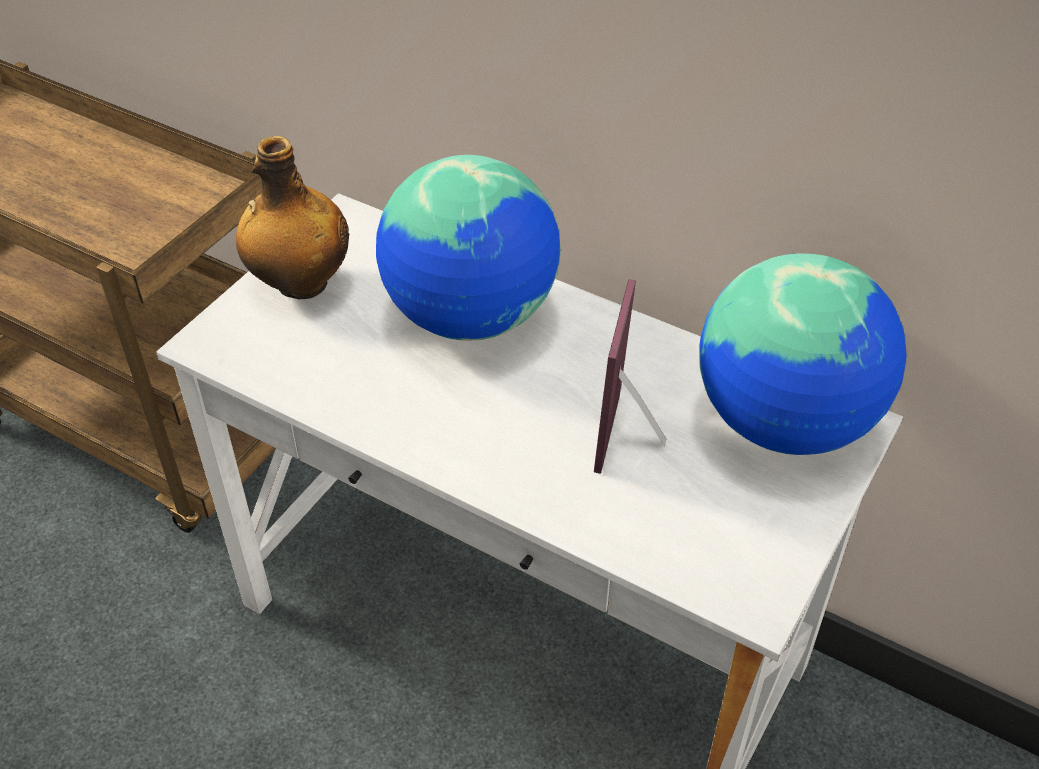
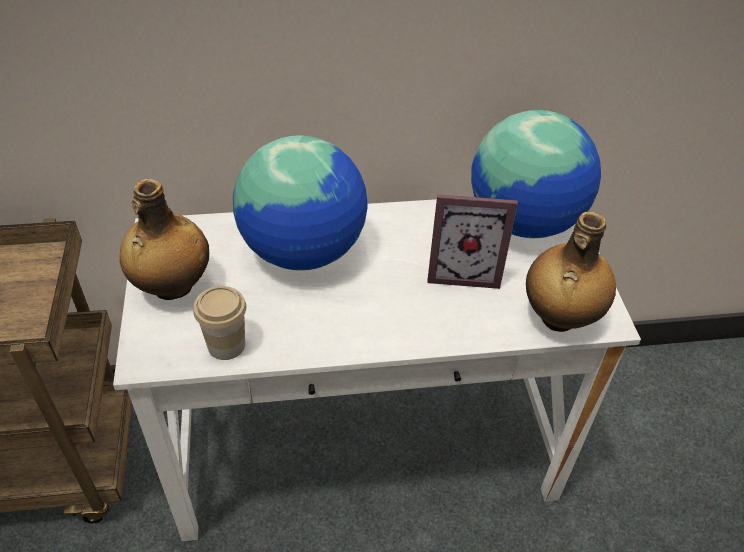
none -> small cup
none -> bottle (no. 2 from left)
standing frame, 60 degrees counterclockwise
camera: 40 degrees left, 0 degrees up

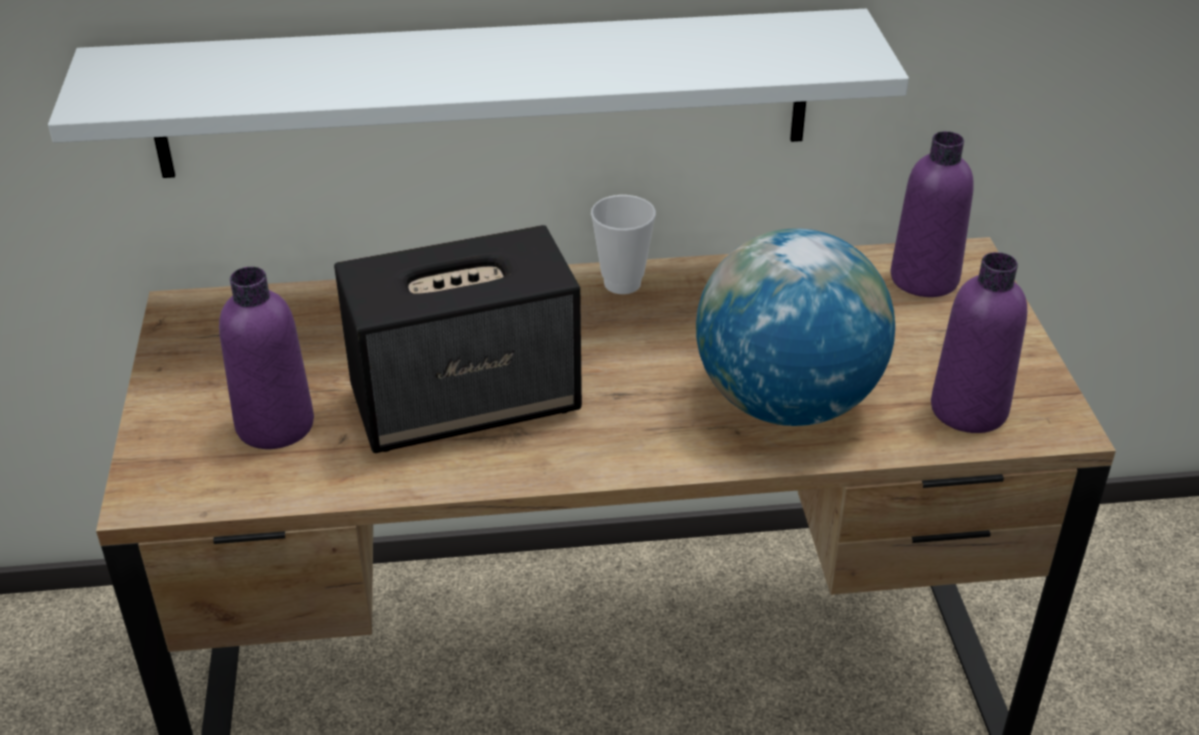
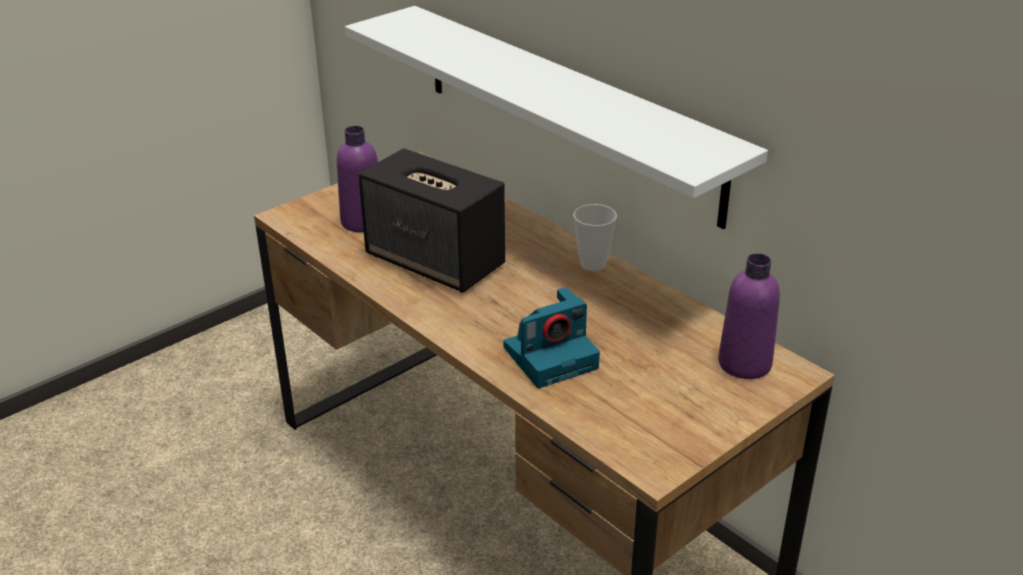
purple bottle (no. 3 from left) -> none
world globe -> photo camera
camera: 55 degrees right, 5 degrees down

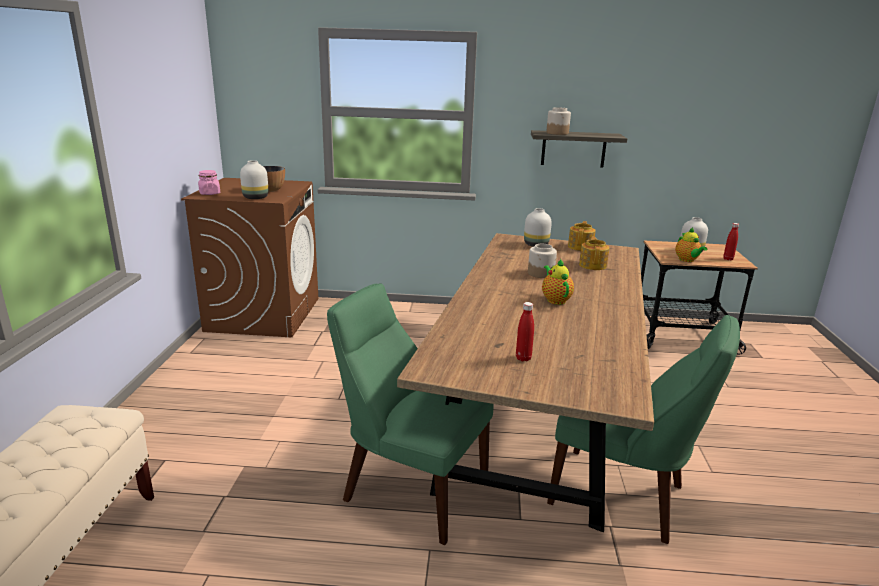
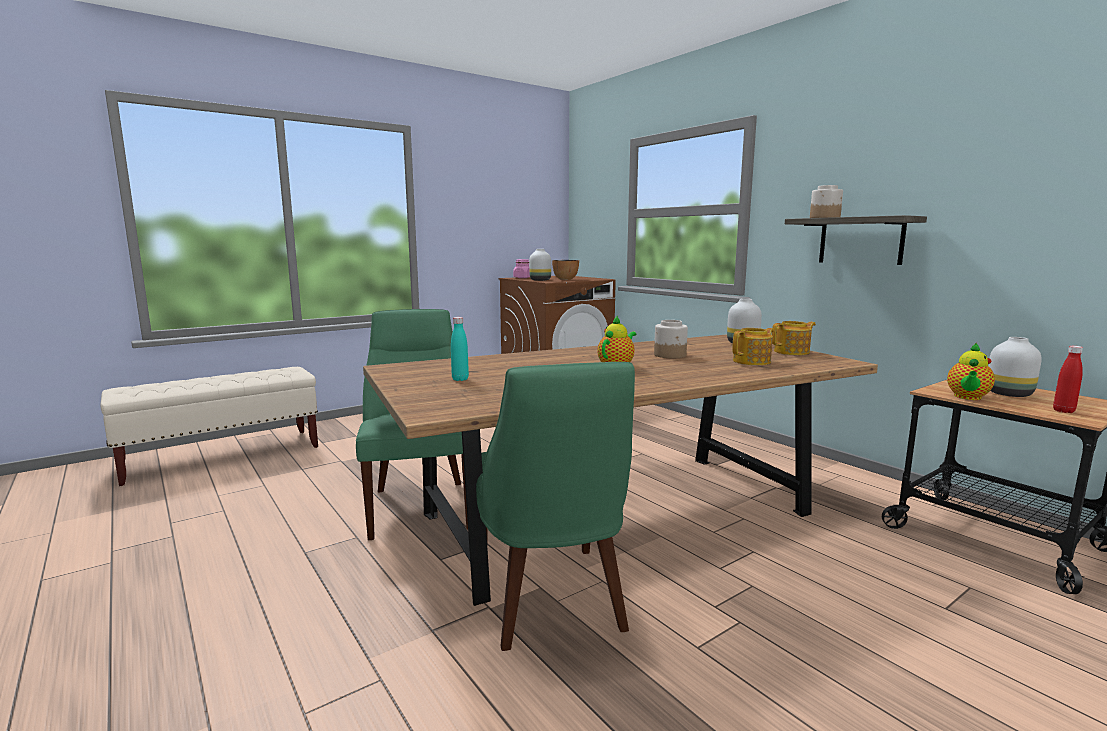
red bottle (no. 1 from left) -> turquoise-coloured bottle
camera: 50 degrees right, 10 degrees down

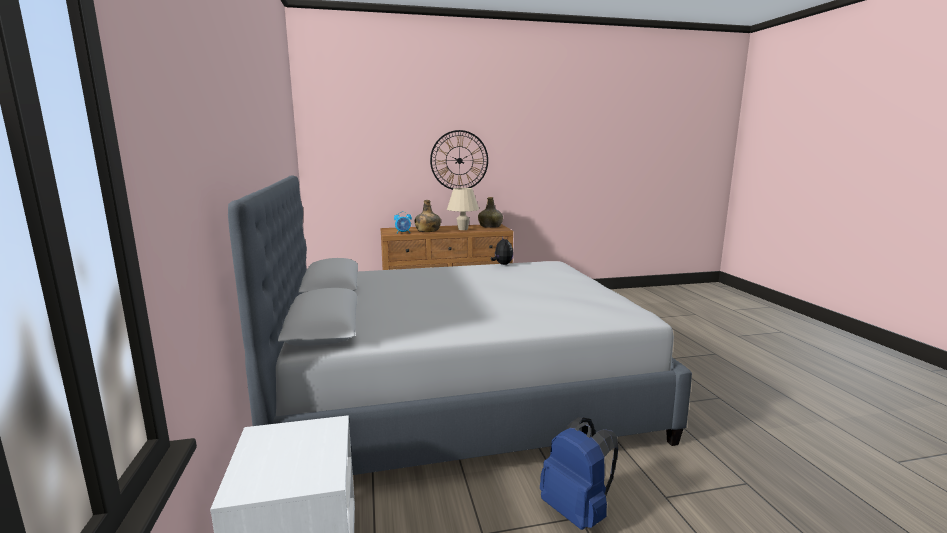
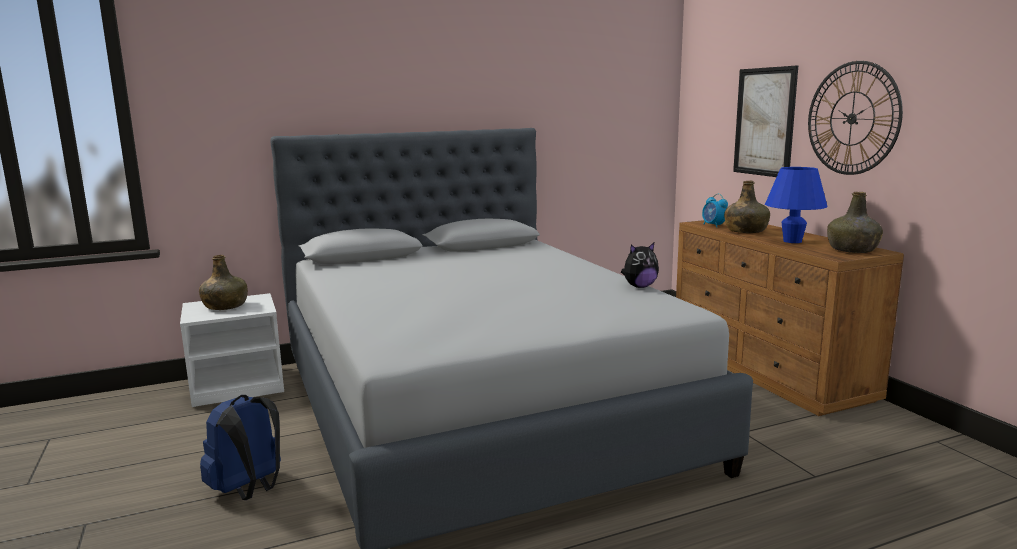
none -> green bottle (no. 1 from left)
none -> wall picture
beige tabletop lamp -> blue tabletop lamp
camera: 80 degrees right, 0 degrees up

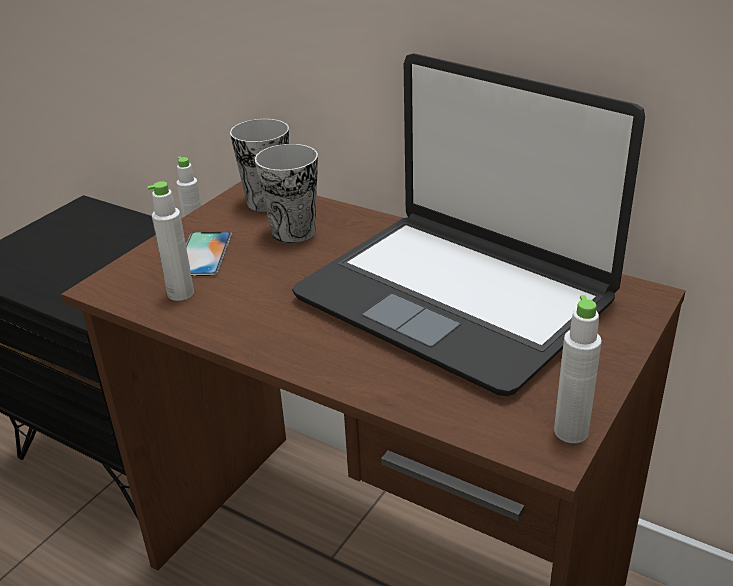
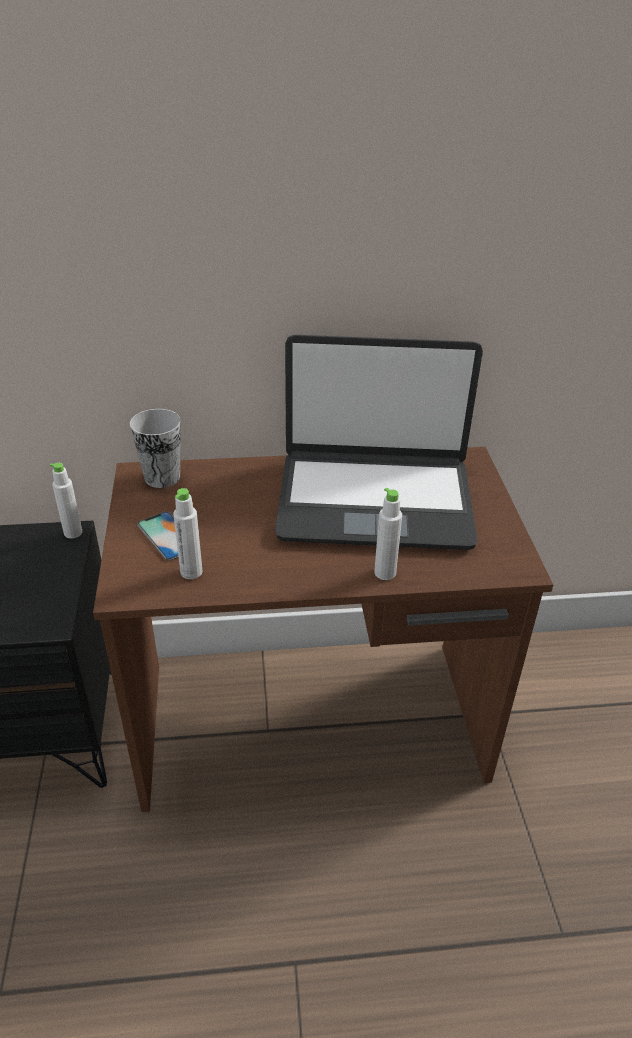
small cup (no. 2 from left) -> none
white bottle (no. 3 from left), relocated
camera: 40 degrees left, 5 degrees up

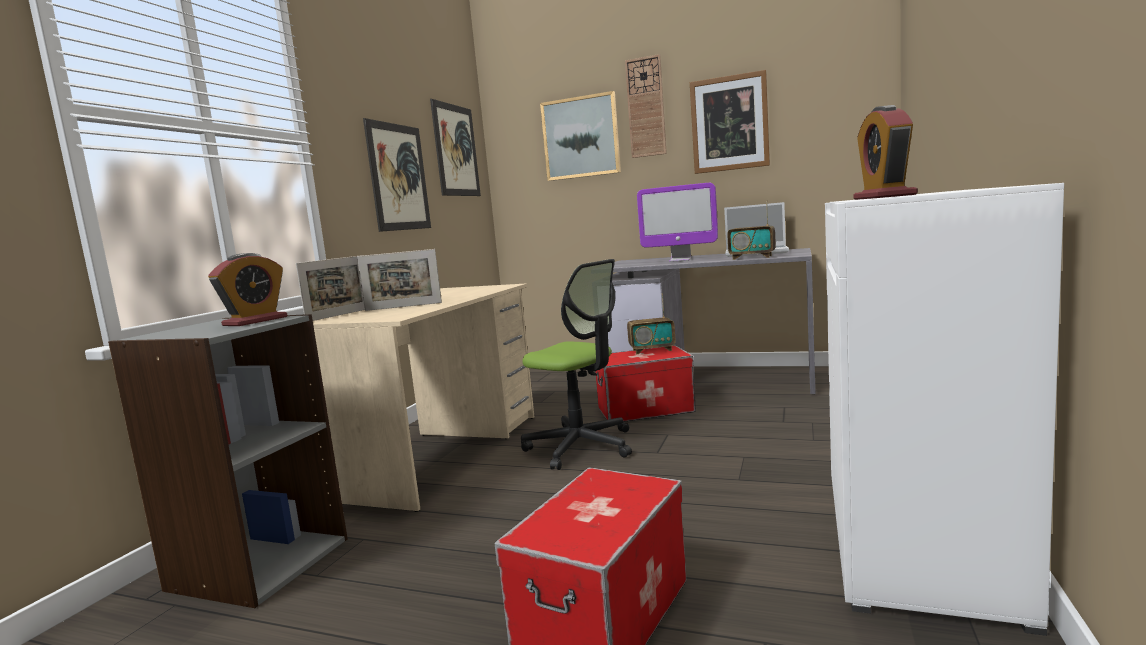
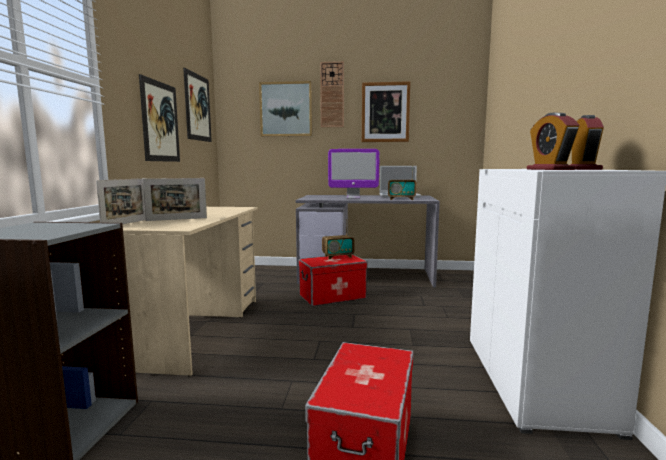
computer chair -> none
table clock (no. 1 from left in the first image) -> table clock (no. 2 from left), relocated
camera: 15 degrees left, 0 degrees up

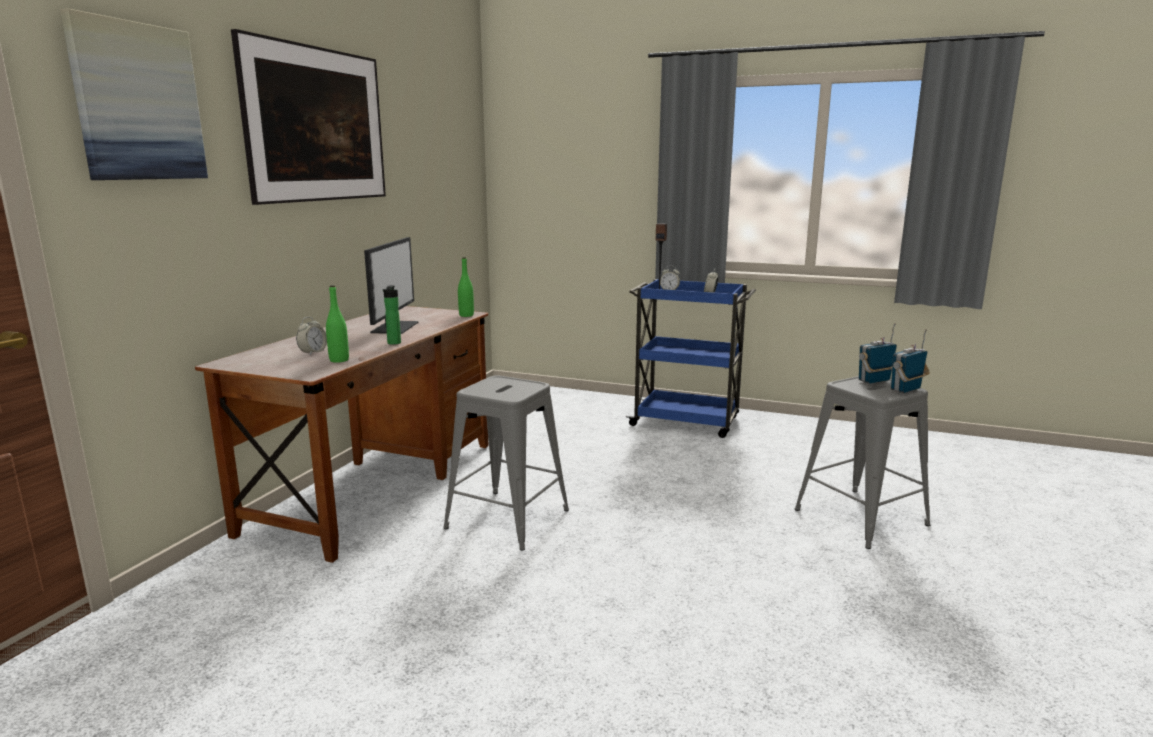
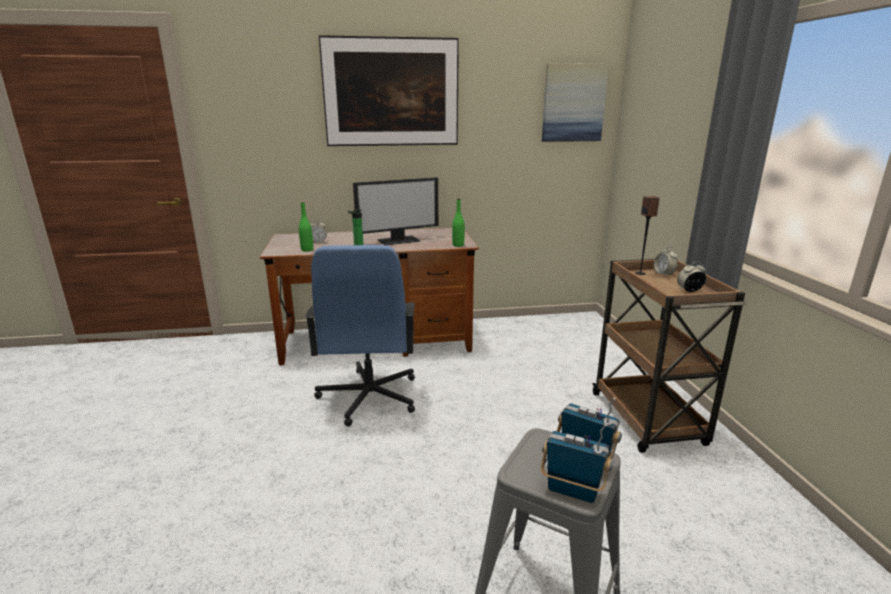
wall picture (no. 1 from left in the first image) -> wall picture (no. 2 from left), relocated
gray stool seat (no. 1 from left) -> blue computer chair
blue trolley -> brownish trolley
camera: 60 degrees right, 5 degrees up

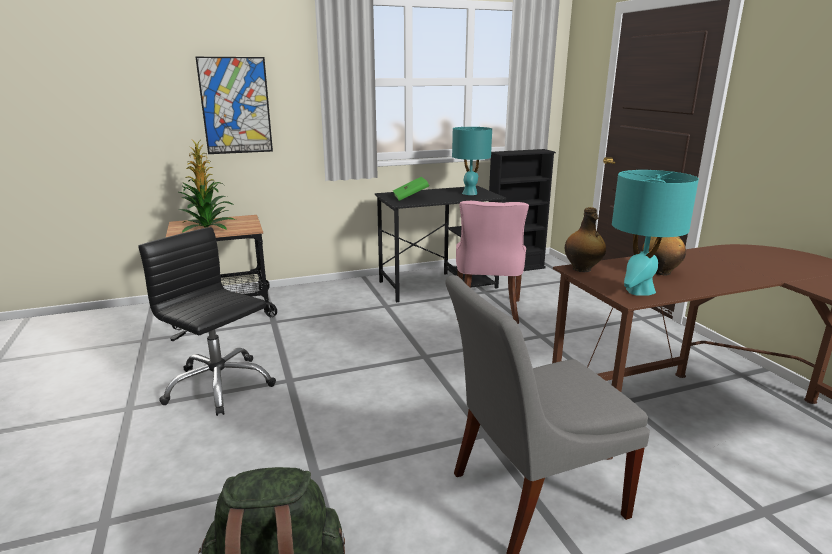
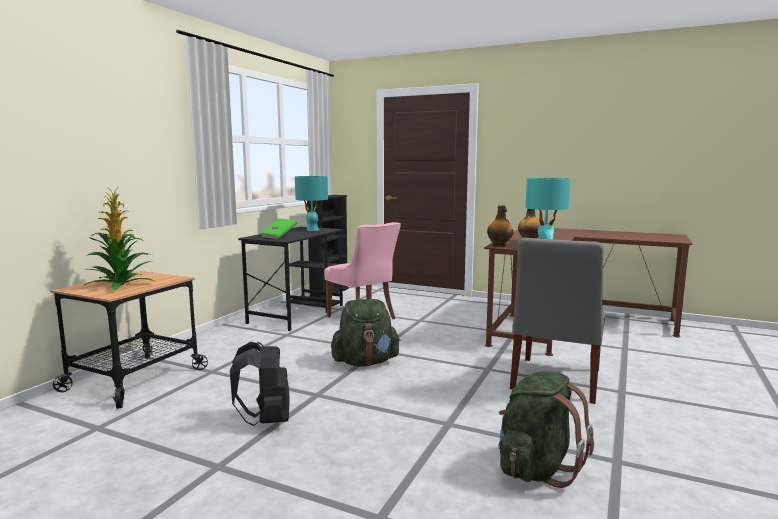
wall picture -> none
none -> green knapsack (no. 1 from left)
black computer chair -> black knapsack
camera: 45 degrees left, 10 degrees down

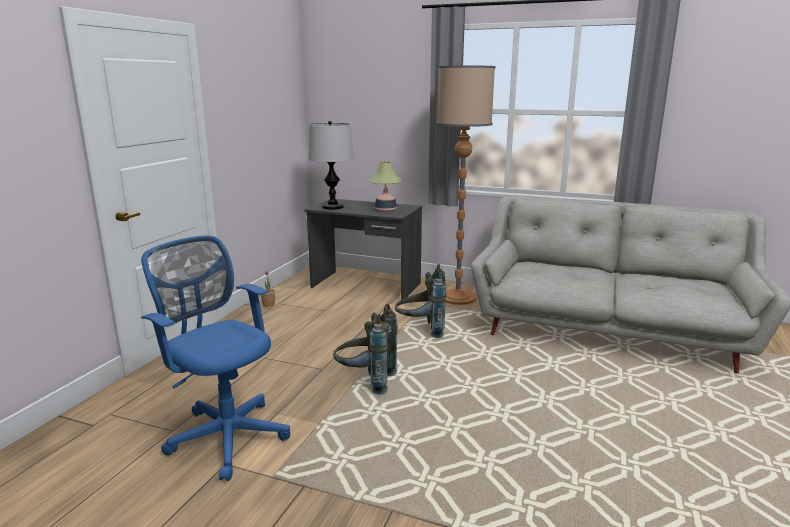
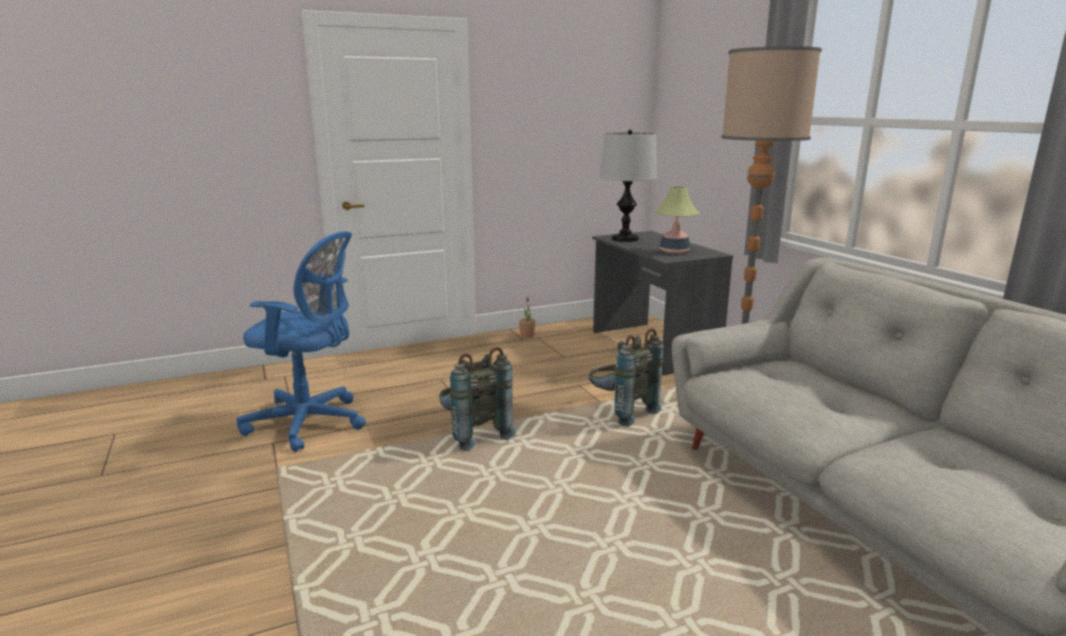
blue computer chair, 105 degrees clockwise
camera: 45 degrees right, 0 degrees up

